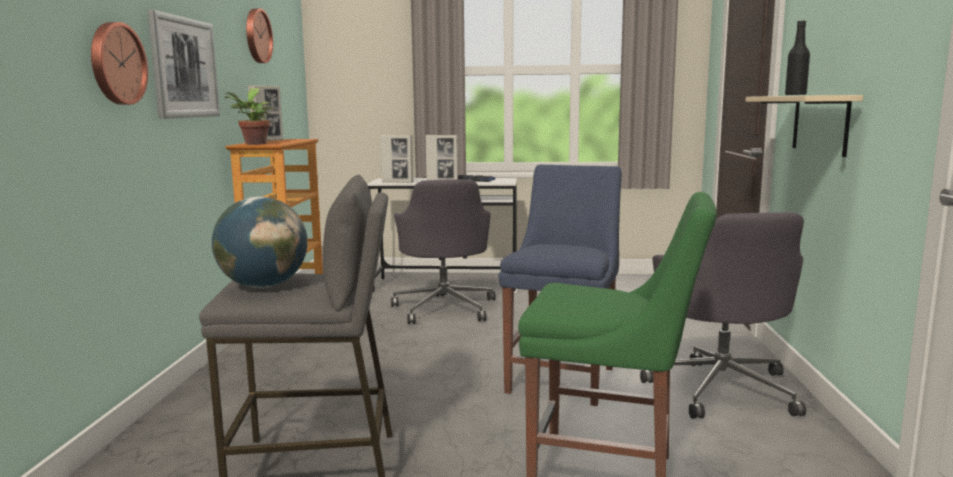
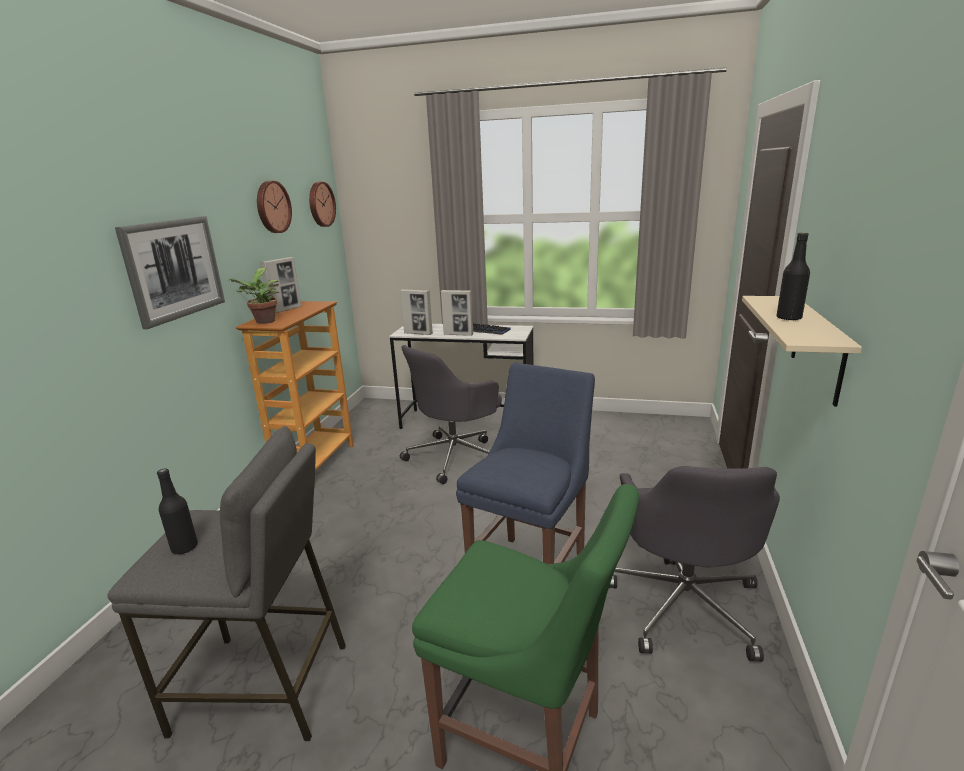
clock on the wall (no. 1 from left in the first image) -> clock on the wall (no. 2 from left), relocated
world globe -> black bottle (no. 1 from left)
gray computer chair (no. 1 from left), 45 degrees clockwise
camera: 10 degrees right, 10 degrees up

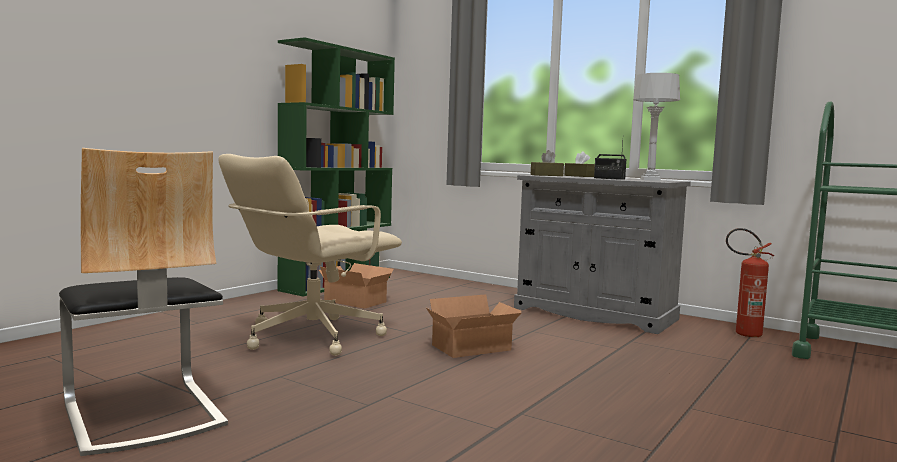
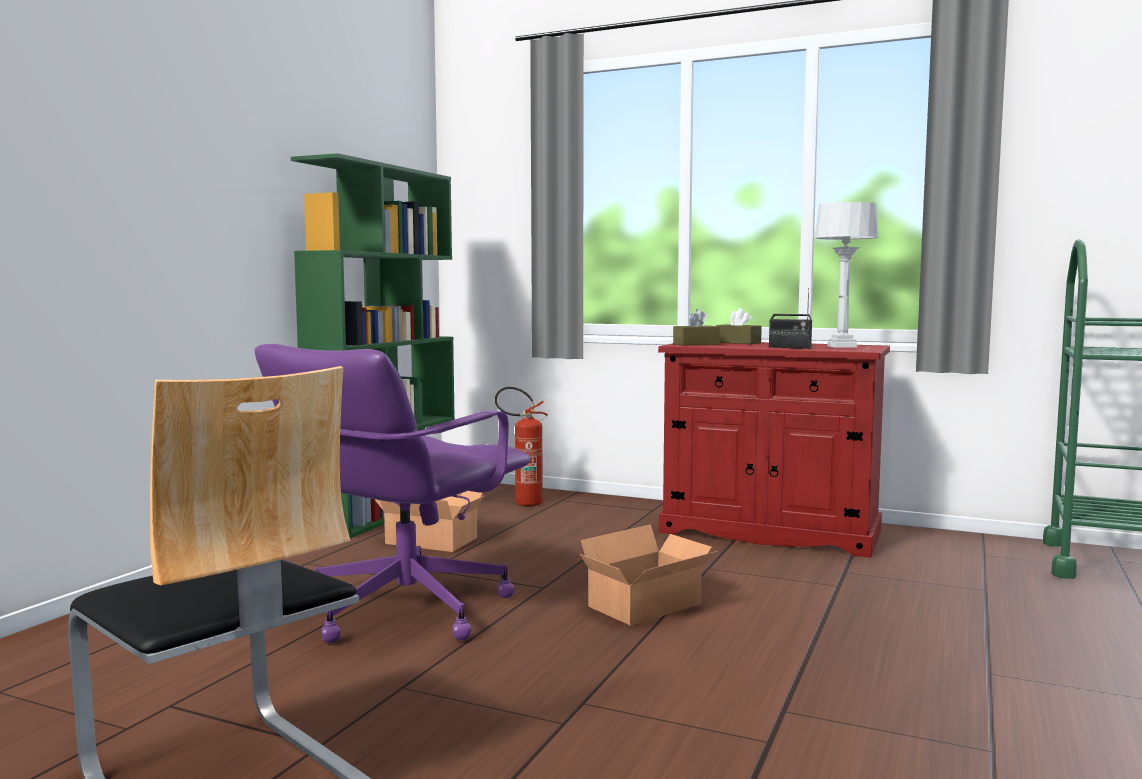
extinguisher, relocated
beige computer chair -> purple computer chair
gray cabinet -> red cabinet
camera: 10 degrees left, 0 degrees up

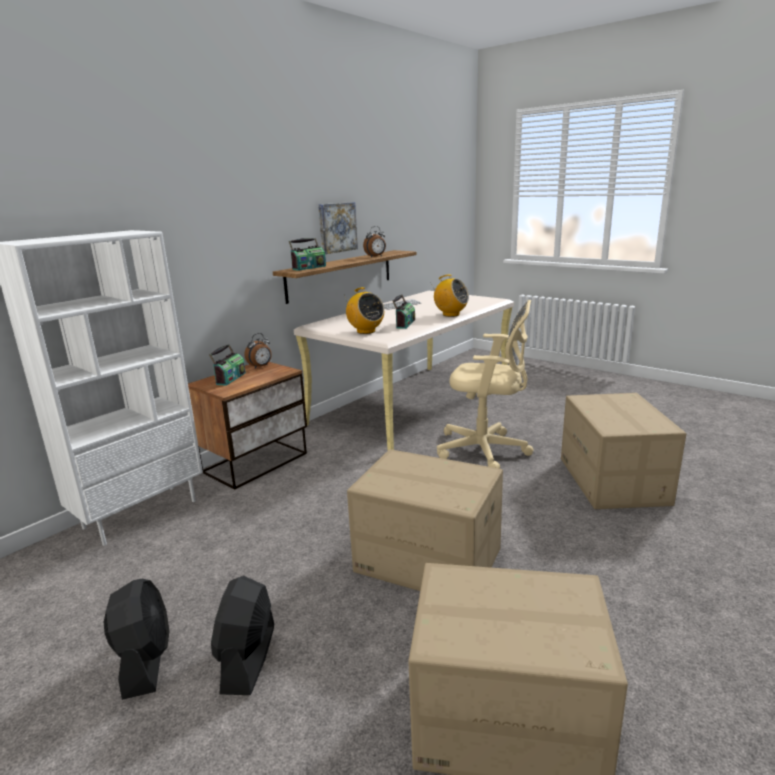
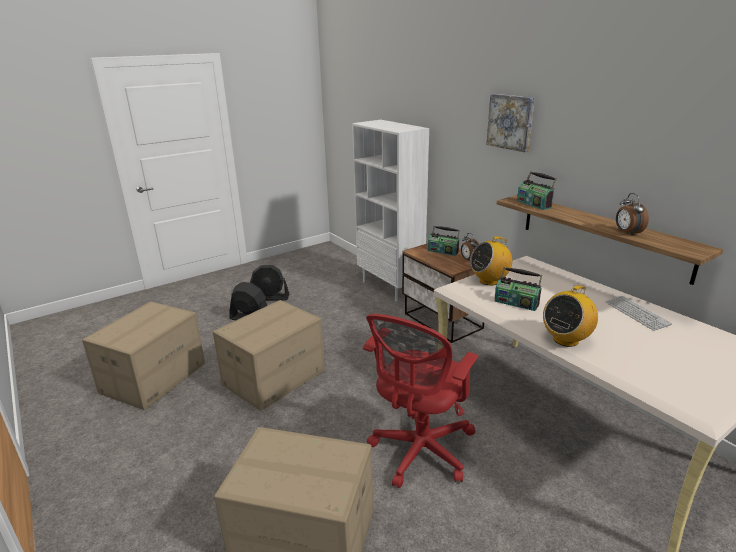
wall picture, relocated
beige computer chair -> red computer chair
camera: 105 degrees right, 5 degrees up

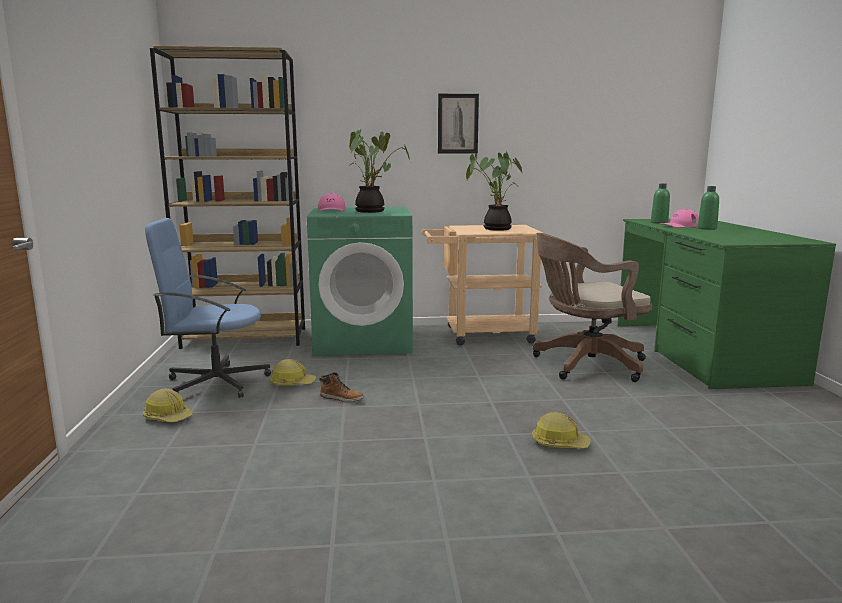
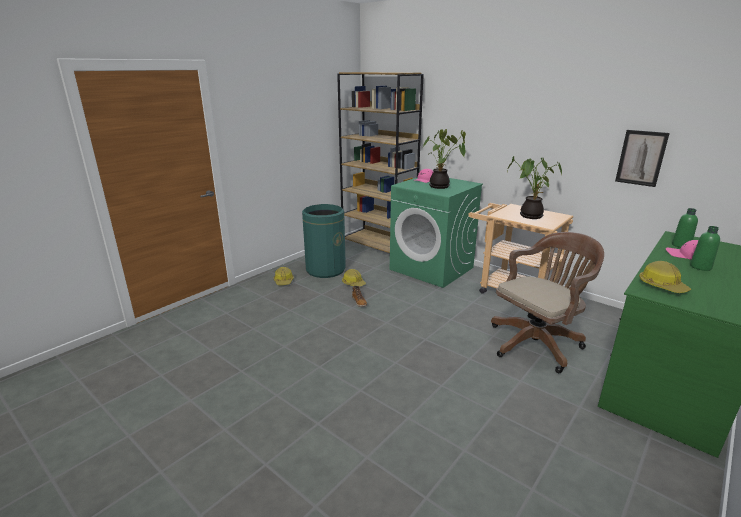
wall picture, relocated
work helmet (no. 3 from left), relocated
blue computer chair -> green trash can
brownish computer chair, 120 degrees clockwise
camera: 45 degrees right, 10 degrees up

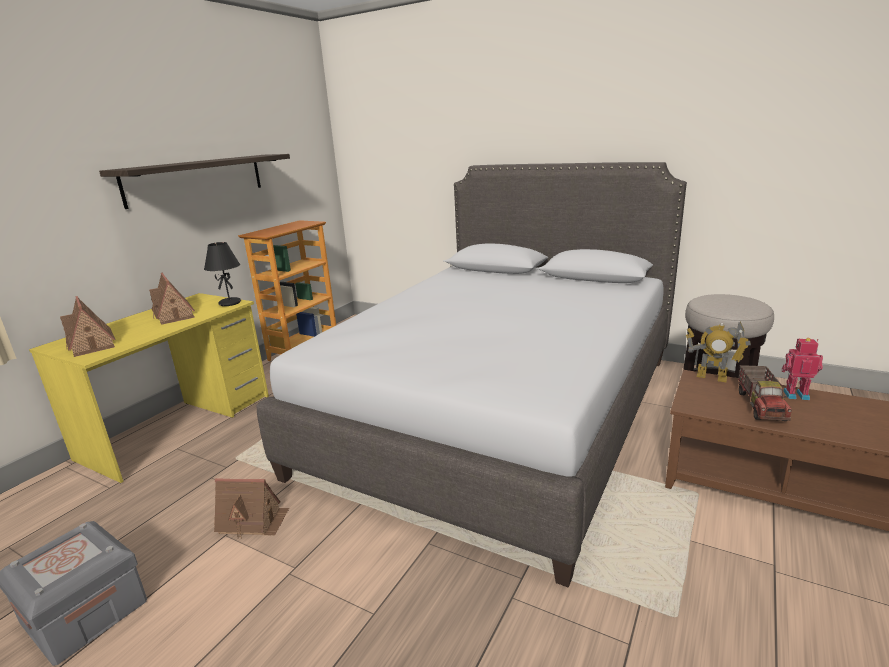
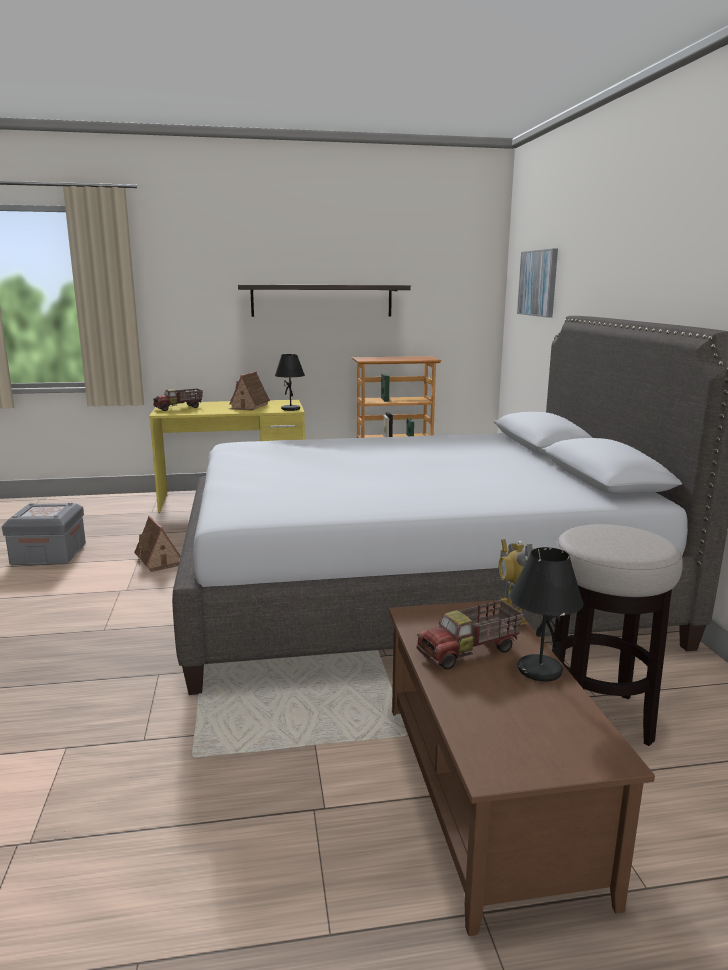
none -> wall picture
toy house (no. 1 from left) -> toy lorry (no. 1 from left)
robot figure (no. 2 from left) -> black tabletop lamp (no. 2 from left)
camera: 50 degrees right, 5 degrees down

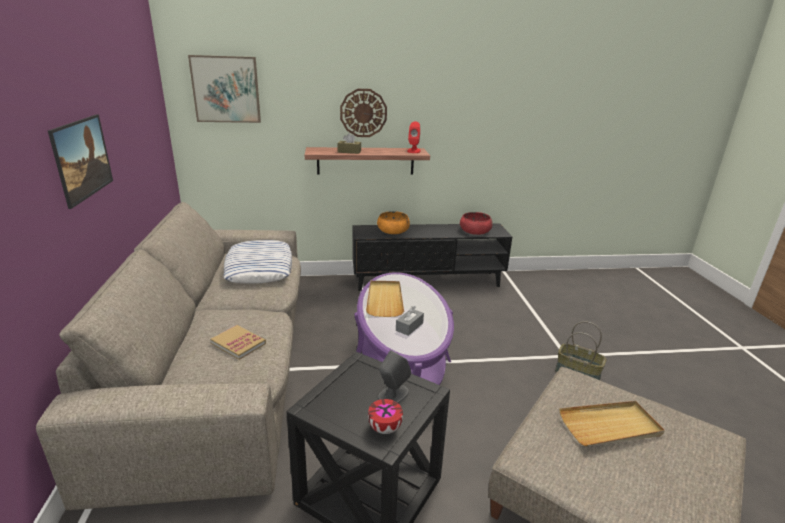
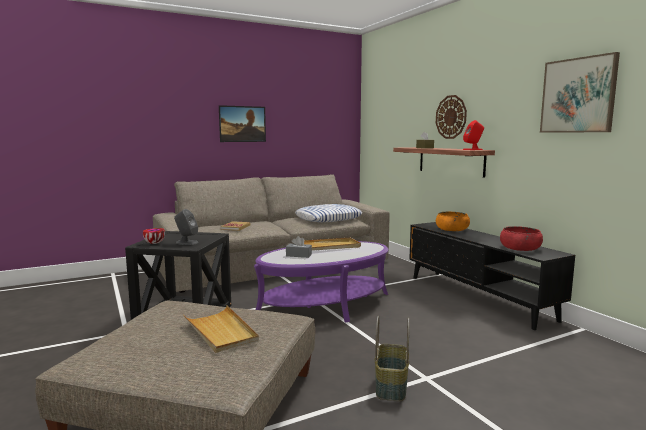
wall picture (no. 2 from left), relocated
camera: 70 degrees right, 15 degrees down

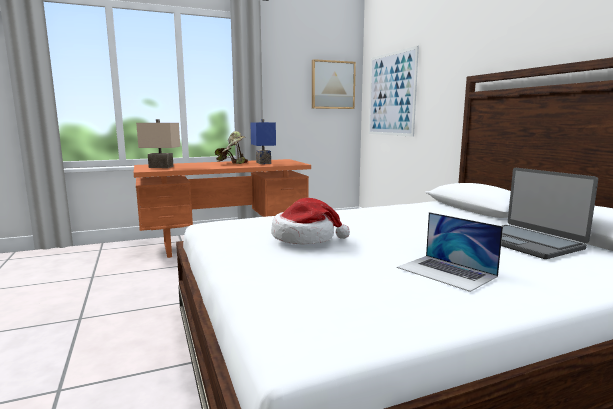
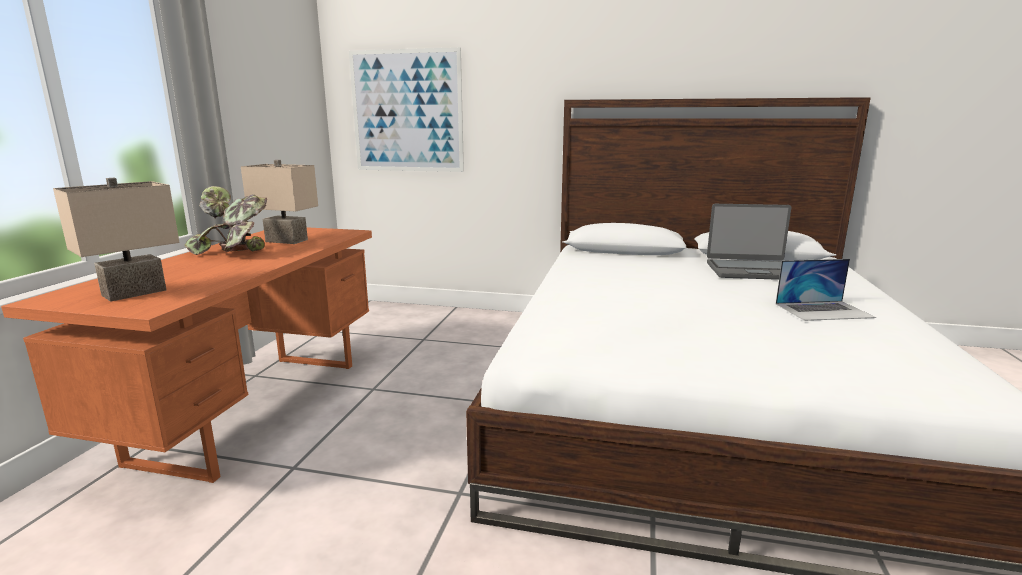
hat -> none
wall picture (no. 1 from left) -> none
blue tabletop lamp -> beige tabletop lamp (no. 2 from left)
camera: 55 degrees left, 5 degrees up

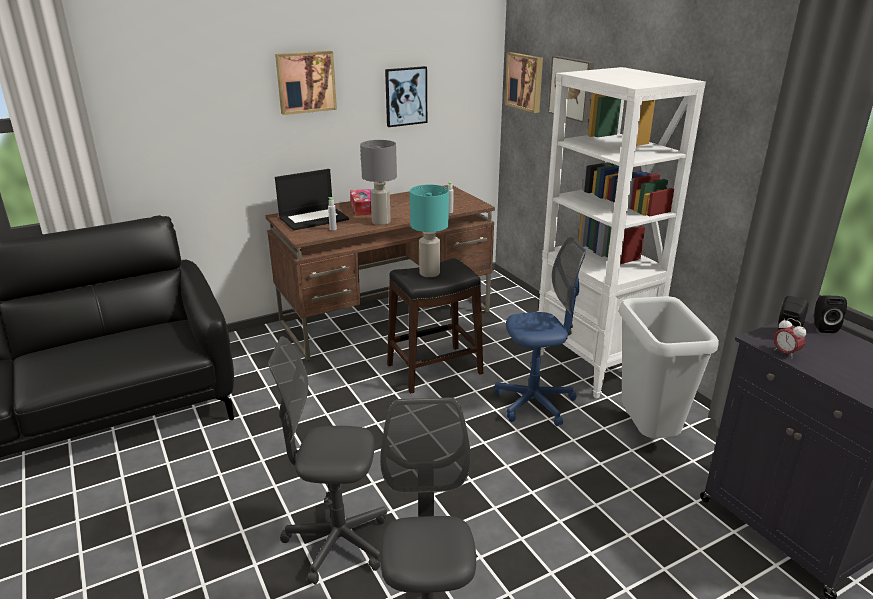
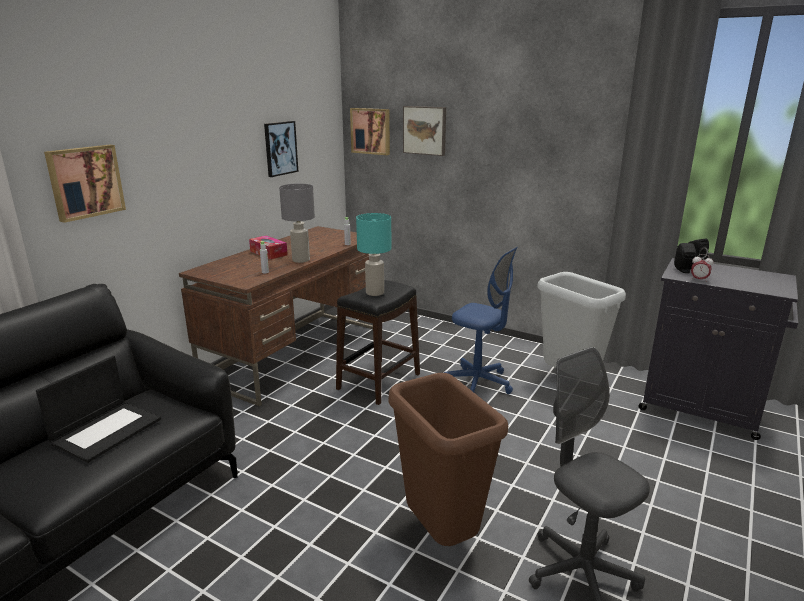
white bookshelf -> none
wall picture (no. 1 from left), relocated
laptop, relocated
gray computer chair (no. 1 from left) -> brownish trash can
blue computer chair, 75 degrees clockwise
camera: 30 degrees left, 5 degrees down

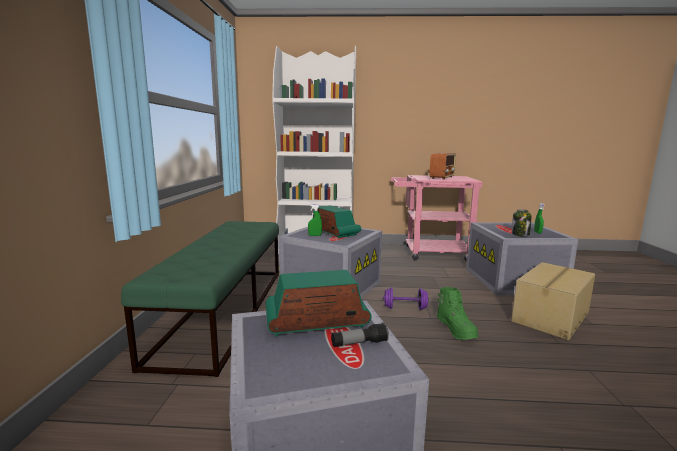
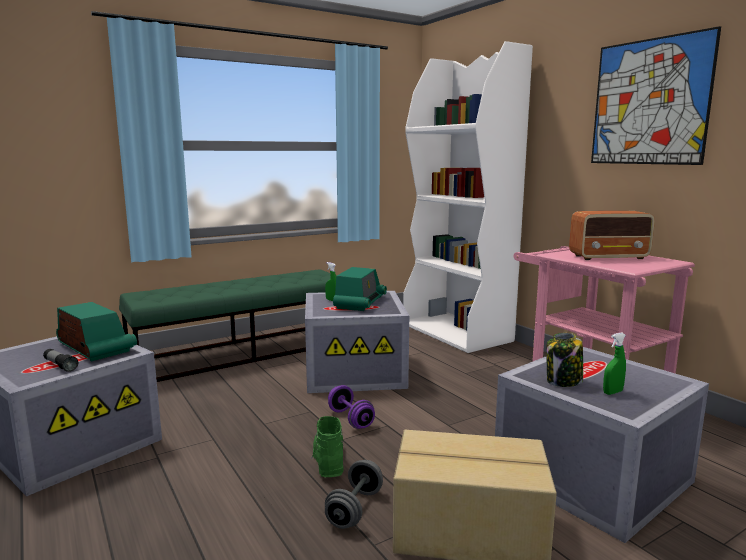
none -> gray dumbbell
none -> wall picture
green high-top boot, 135 degrees clockwise
camera: 55 degrees right, 0 degrees up

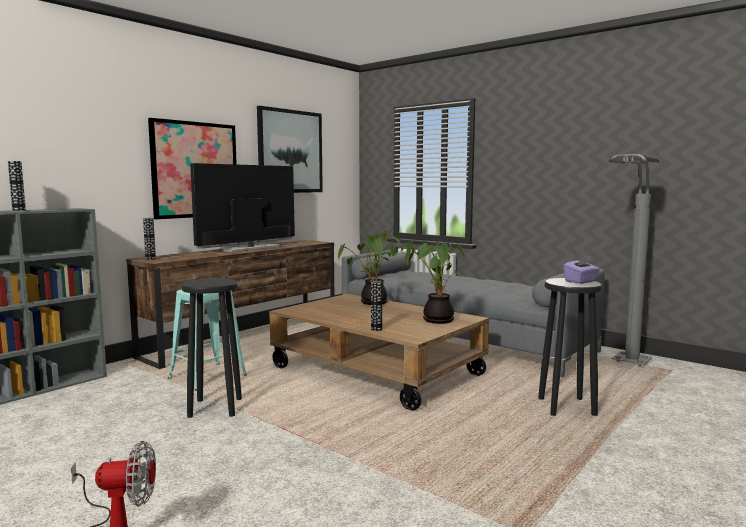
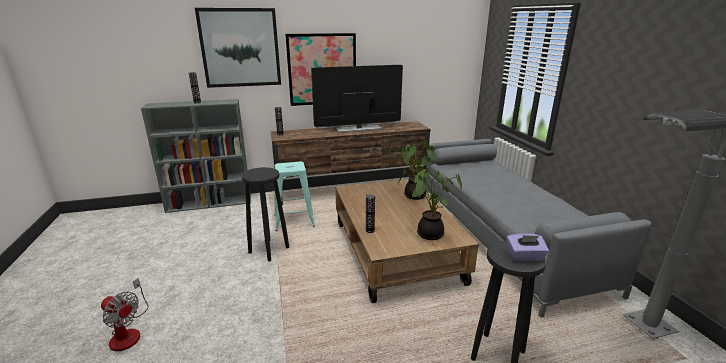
wall picture (no. 2 from left in the first image) -> wall picture (no. 1 from left), relocated
camera: 35 degrees right, 15 degrees up

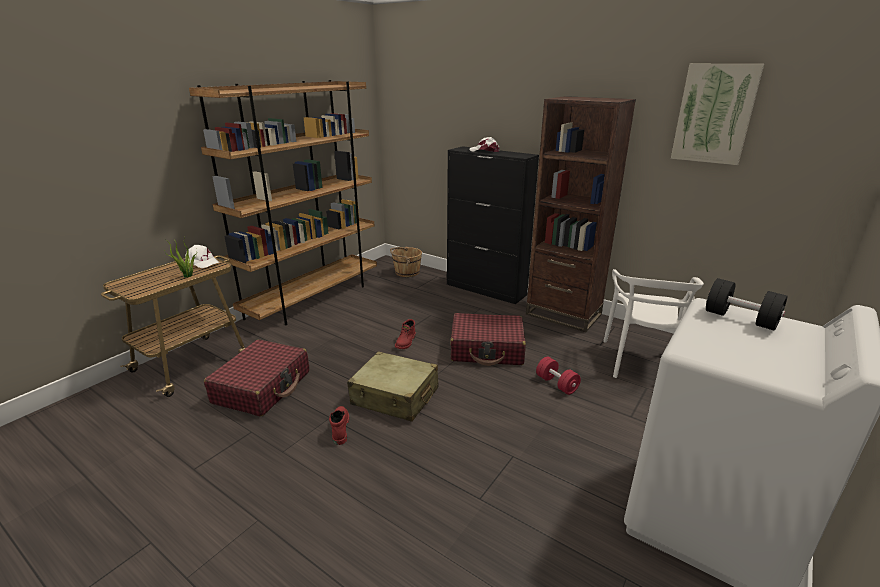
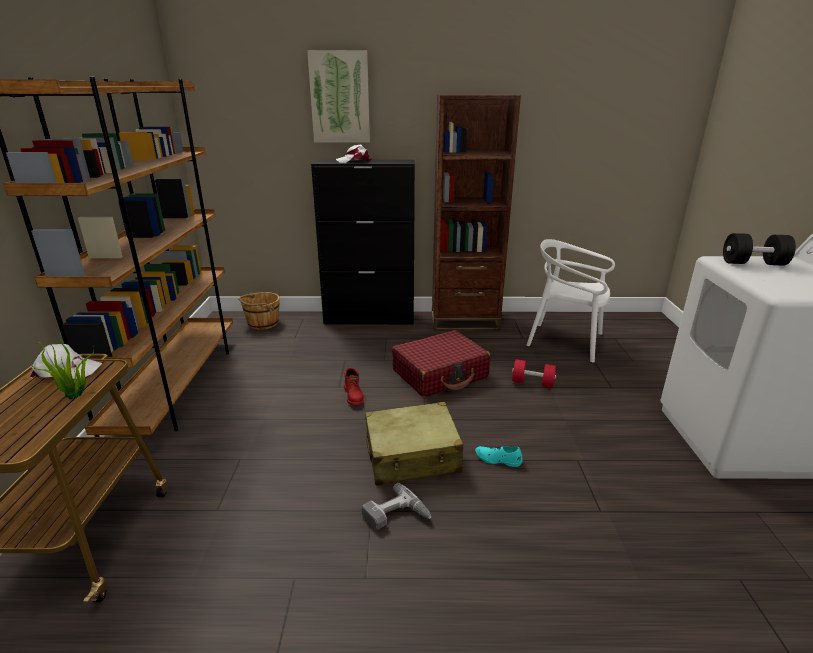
red piece of luggage (no. 1 from left) -> none
none -> turquoise-coloured item of footwear
wall picture, relocated
red high-top boot (no. 1 from left) -> drill
white upright chair, 135 degrees clockwise
camera: 35 degrees left, 0 degrees up

